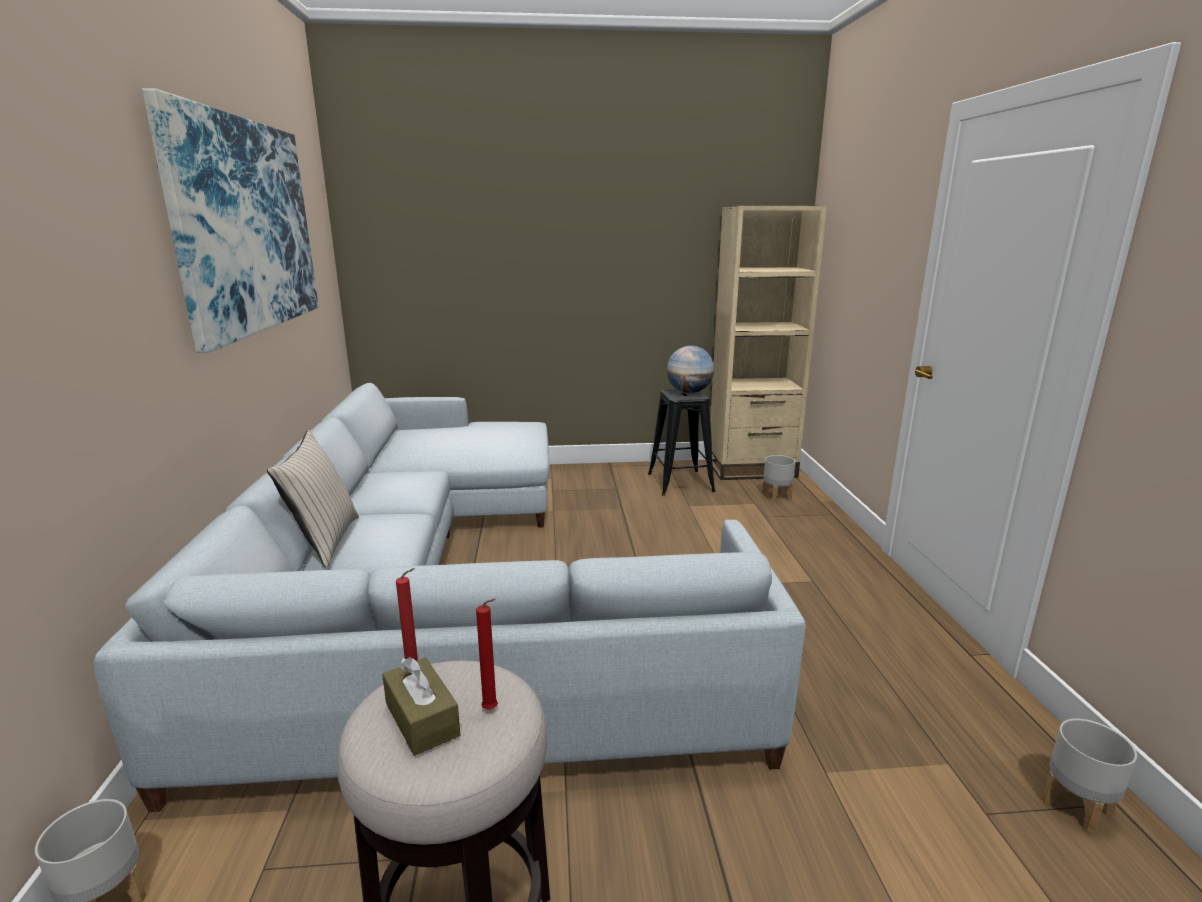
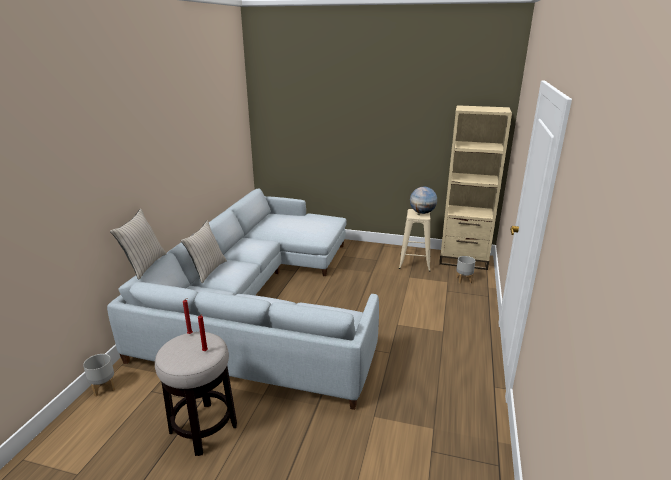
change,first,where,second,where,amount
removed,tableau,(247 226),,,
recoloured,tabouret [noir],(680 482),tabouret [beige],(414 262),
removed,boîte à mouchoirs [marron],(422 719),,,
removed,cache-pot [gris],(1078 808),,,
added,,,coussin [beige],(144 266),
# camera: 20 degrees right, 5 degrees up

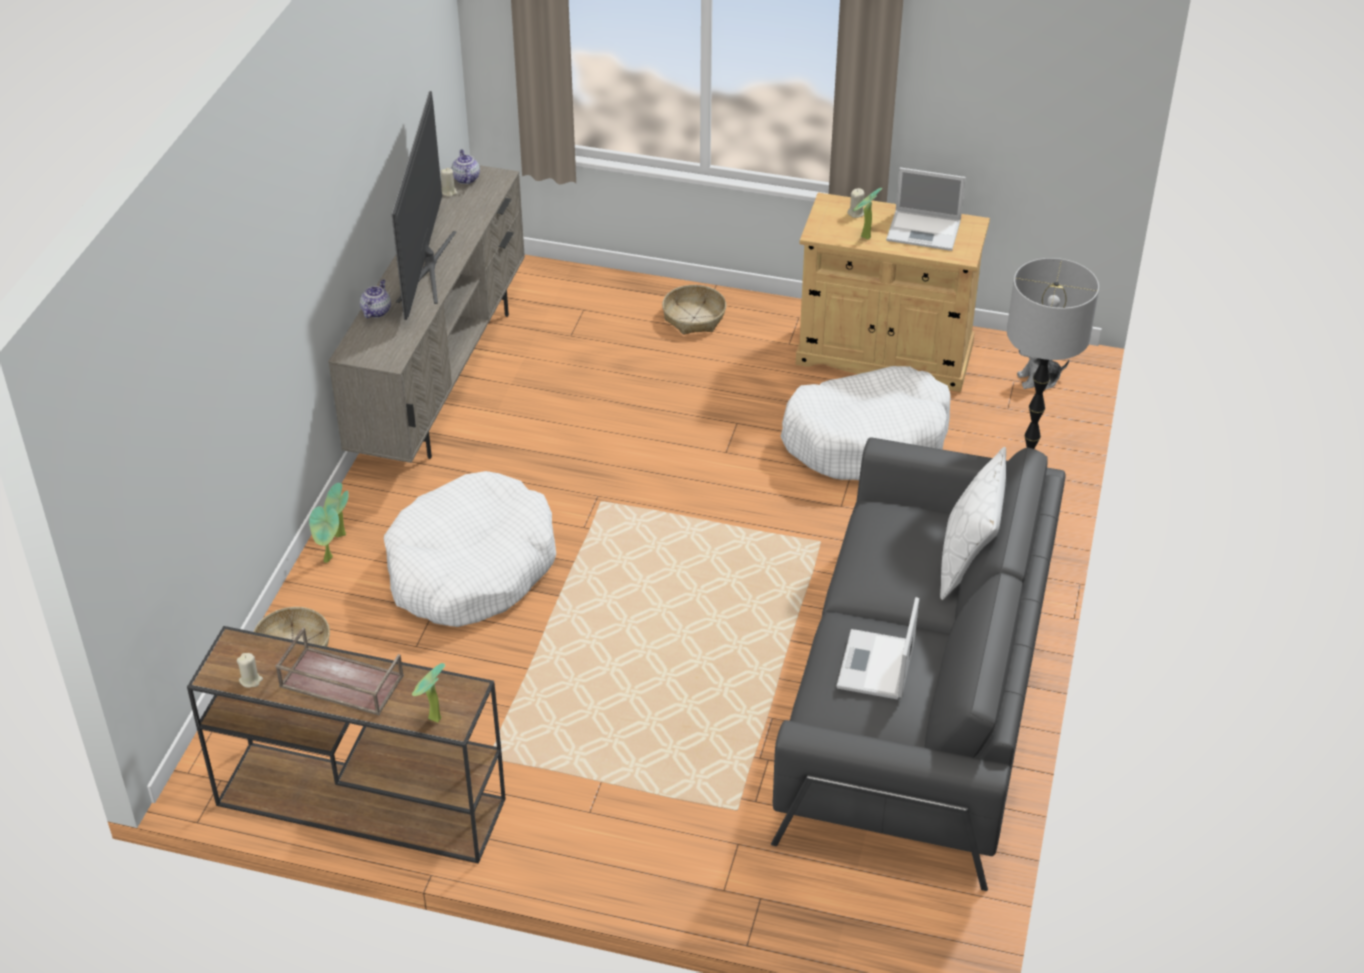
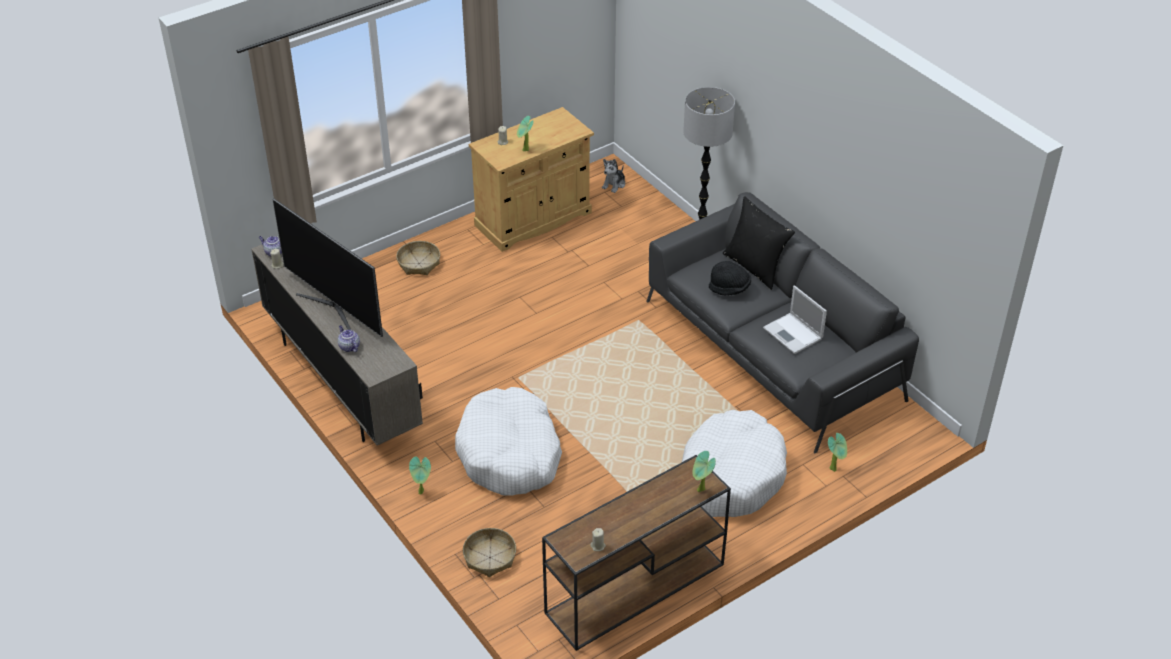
change,first,where,second,where,amount
removed,ordinateur portable,(925 231),,,
moved,panier pour chien [blanc],(867 439),,(730 475),
recoloured,coussin [blanc],(968 561),coussin [noir],(755 267),
moved,plante en pot,(329 560),,(834 469),
removed,plateau [marron],(340 682),,,
added,,,chapeau [noir],(729 288),
# camera: 50 degrees left, 0 degrees up

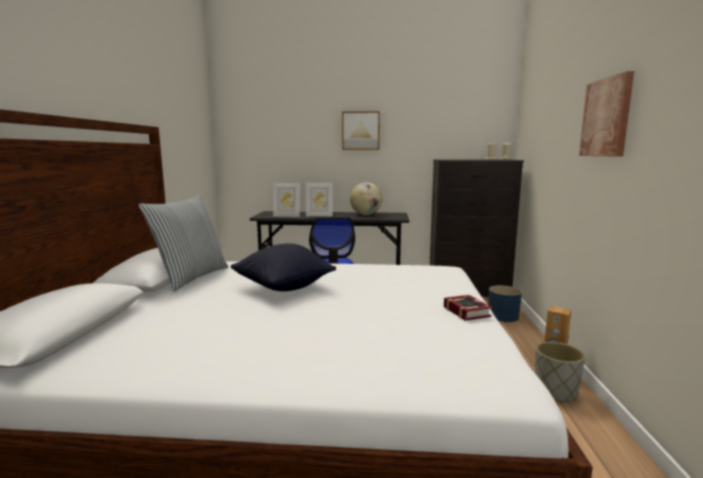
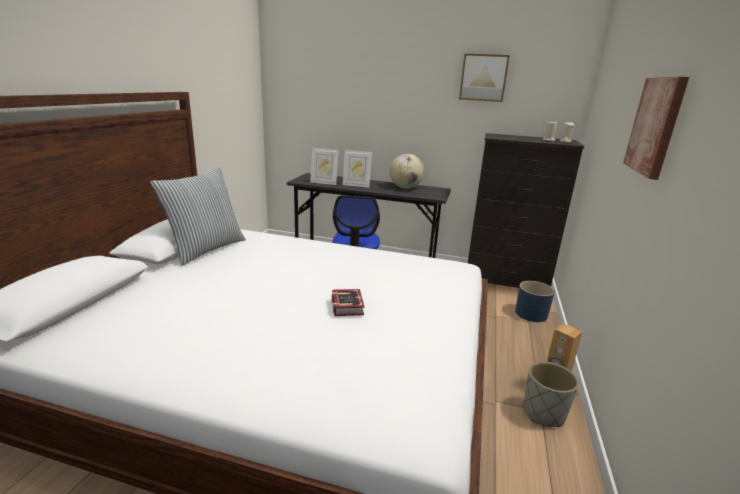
change,first,where,second,where,amount
moved,tableau,(361 131),,(483 78),
removed,coussin [noir],(283 288),,,
moved,livre,(466 311),,(348 305),
# camera: 10 degrees right, 10 degrees up

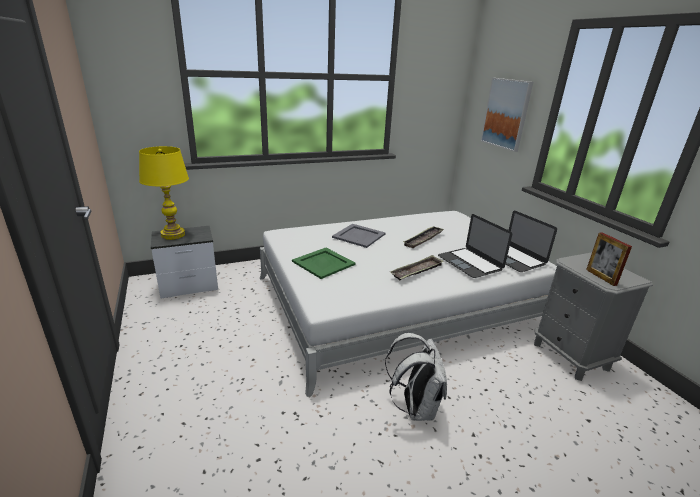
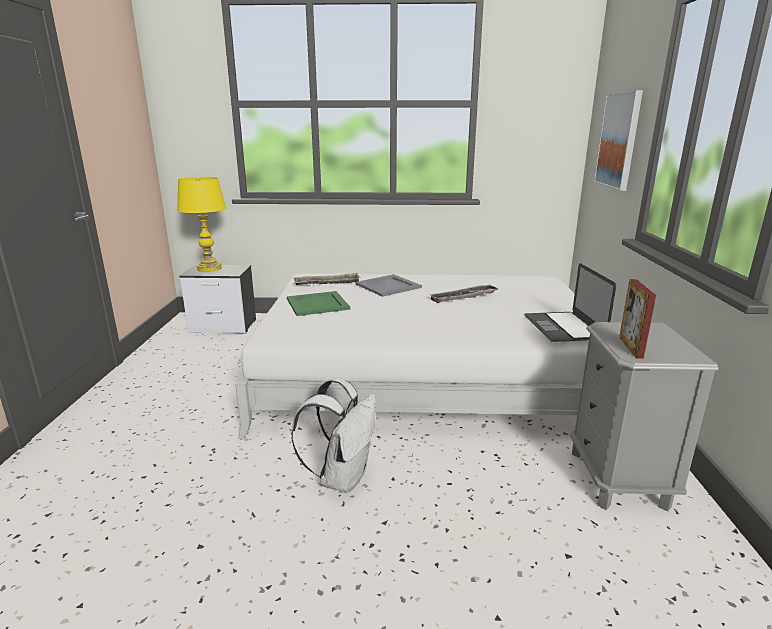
change,first,where,second,where,amount
removed,ordinateur portable,(470 262),,,
moved,plateau,(417 271),,(327 283),
# camera: 25 degrees right, 5 degrees down

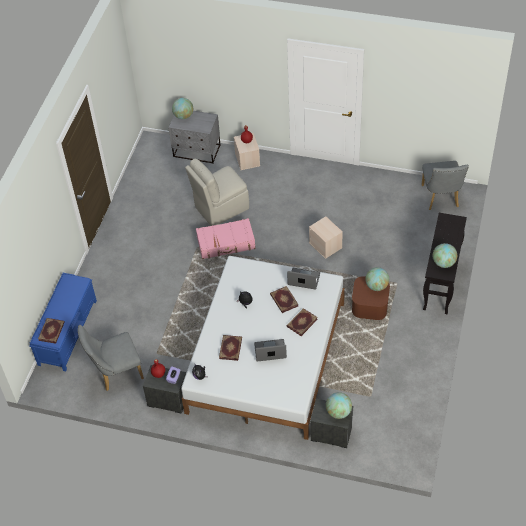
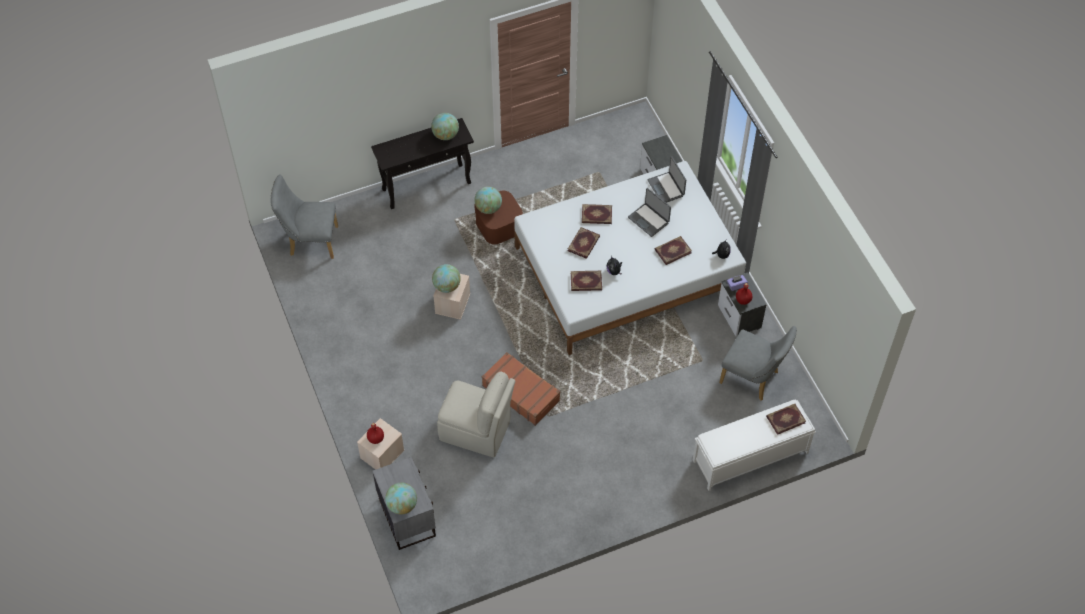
change,first,where,second,where,amount
turned,chaise [gris],(441 198),,(310 241),135 degrees counterclockwise
recoloured,valise [rose],(226 243),valise [marron],(521 392),
moved,ordinateur portable,(303 280),,(666 188),
recoloured,banc [bleu],(68 332),banc [blanc],(749 457),
moved,globe,(338 412),,(446 286),
added,,,livre,(586 282),
# camera: 130 degrees left, 5 degrees up

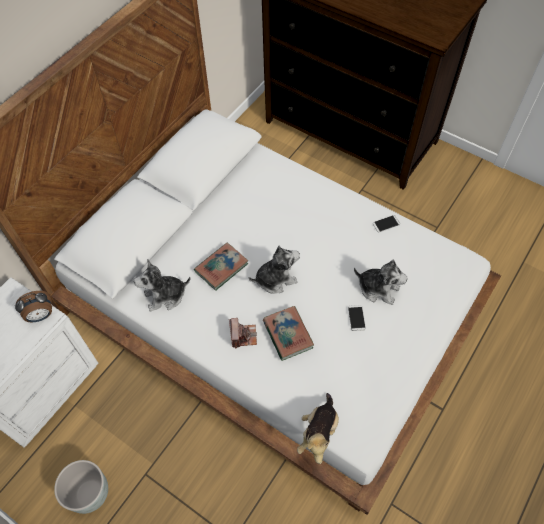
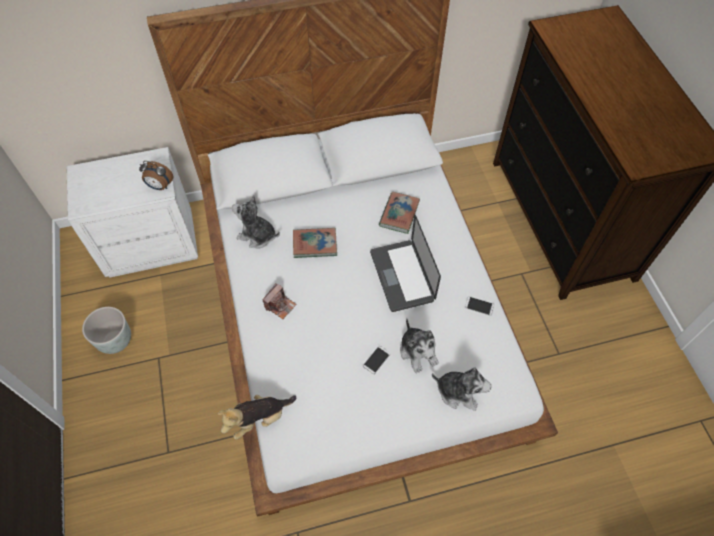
change,first,where,second,where,amount
moved,peluche,(275 279),,(459 392),
moved,livre,(287 334),,(399 214),
added,,,ordinateur portable,(402 276),
# camera: 40 degrees right, 0 degrees up

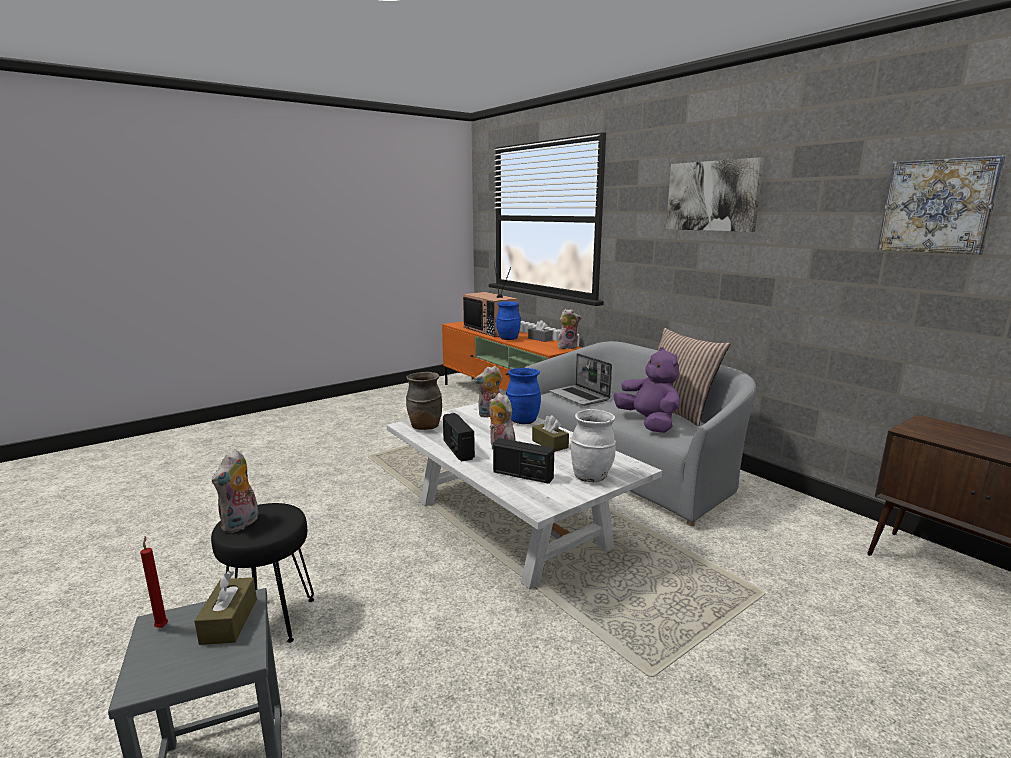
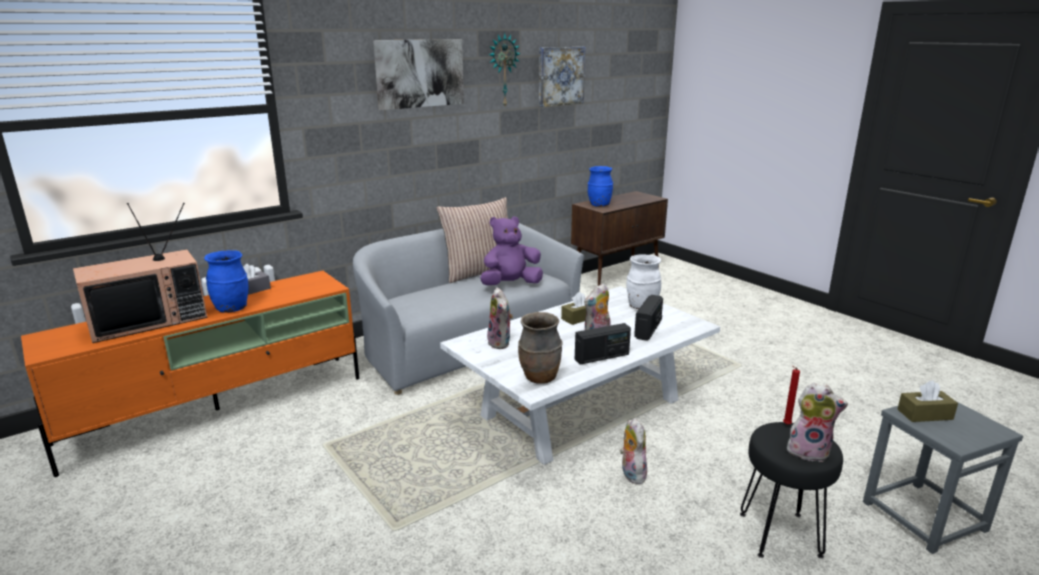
change,first,where,second,where,amount
moved,peluche,(567 347),,(631 473),
removed,ordinateur portable,(580 396),,,
moved,vase [bleu],(522 421),,(599 205),
moved,bougie [rouge],(162 626),,(785 425),
added,,,horloge murale,(503 70),
# camera: 90 degrees left, 5 degrees up

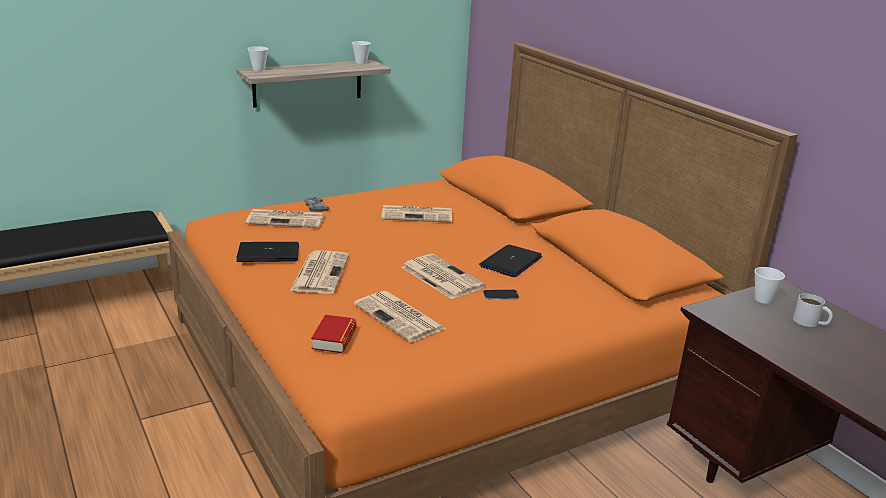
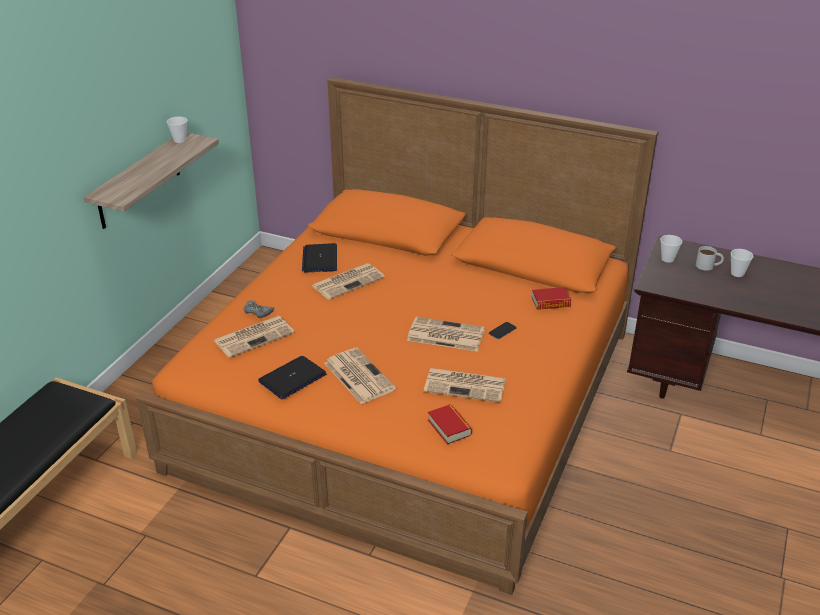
change,first,where,second,where,amount
moved,tasse,(258 69),,(737 273),
moved,ordinateur portable,(511 262),,(320 259),
added,,,livre,(550 302),
# camera: 35 degrees left, 10 degrees up

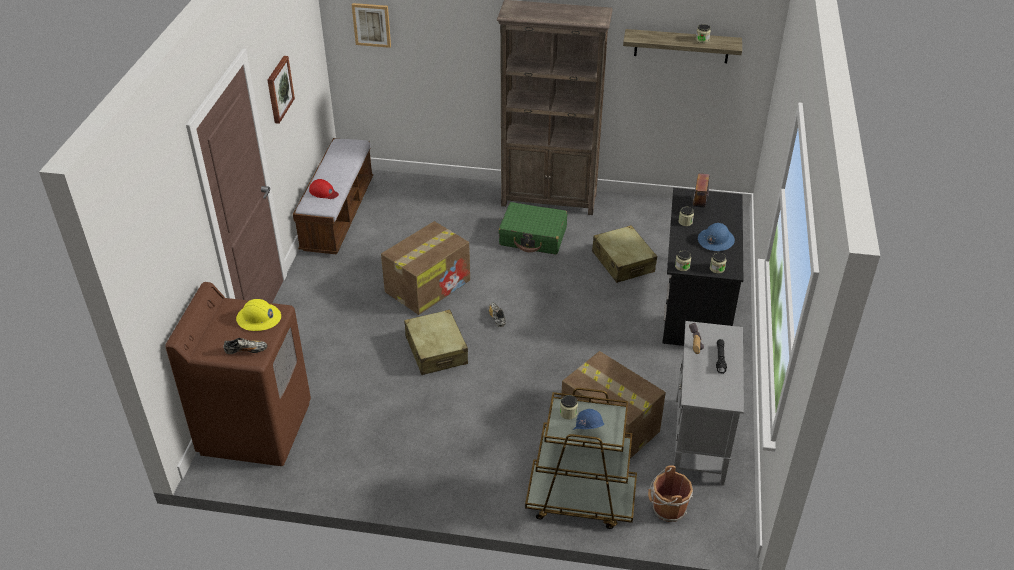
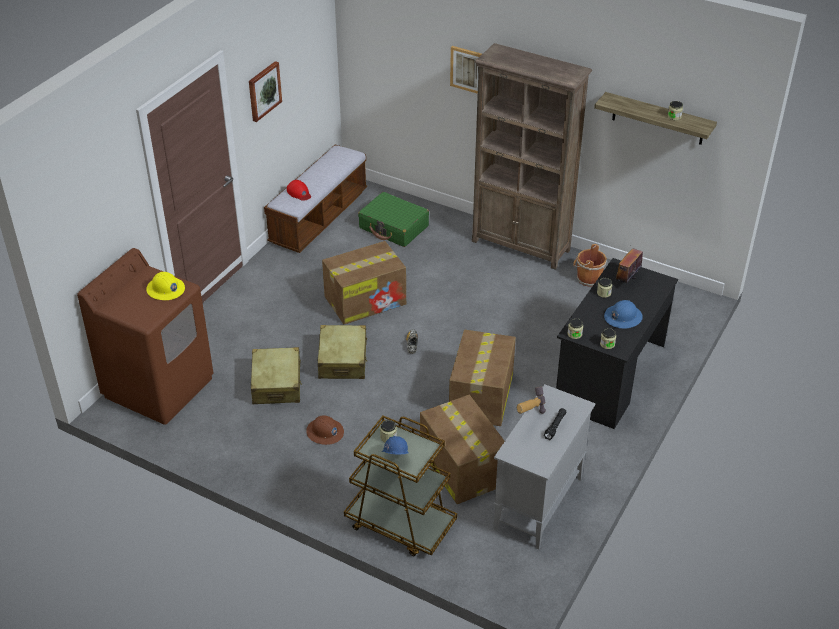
change,first,where,second,where,amount
moved,tableau,(372 24),,(467 69),
moved,valise [vert],(533 237),,(394 227),
moved,valise [beige],(623 262),,(277 384),
removed,chaussure,(246 351),,,
moved,seau [marron],(667 509),,(588 279),
added,,,carton,(481 397),
added,,,casque de chantier [marron],(325 432),
# camera: 20 degrees right, 0 degrees up

